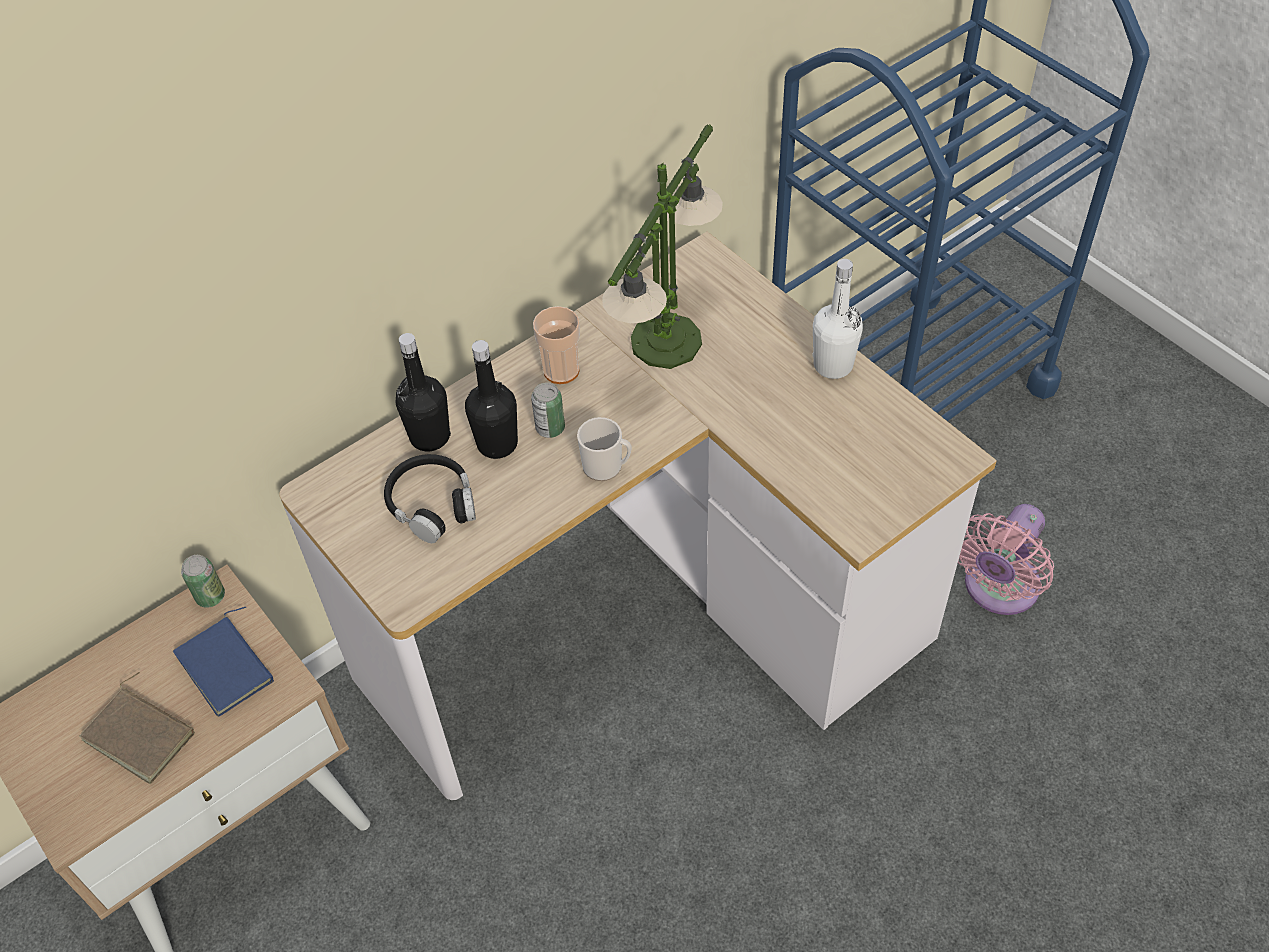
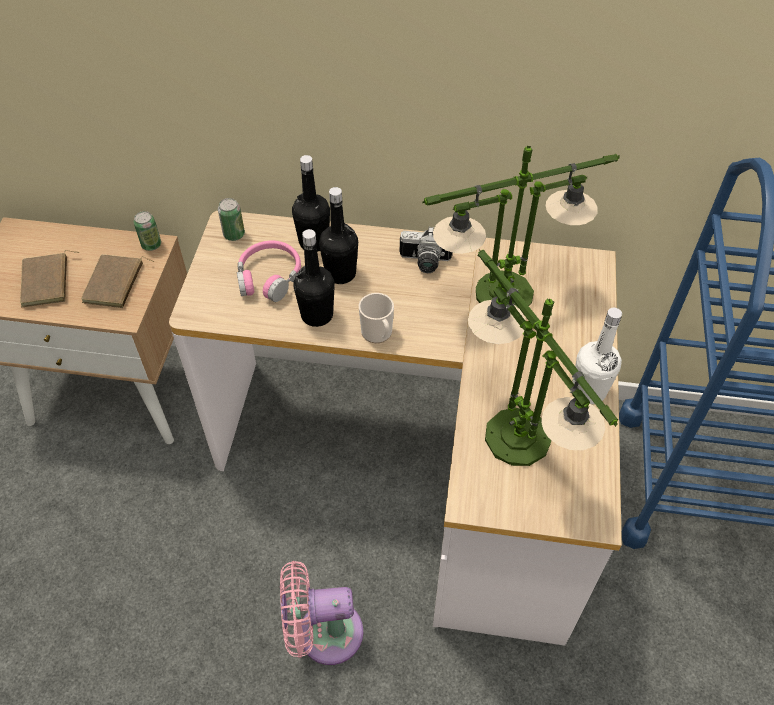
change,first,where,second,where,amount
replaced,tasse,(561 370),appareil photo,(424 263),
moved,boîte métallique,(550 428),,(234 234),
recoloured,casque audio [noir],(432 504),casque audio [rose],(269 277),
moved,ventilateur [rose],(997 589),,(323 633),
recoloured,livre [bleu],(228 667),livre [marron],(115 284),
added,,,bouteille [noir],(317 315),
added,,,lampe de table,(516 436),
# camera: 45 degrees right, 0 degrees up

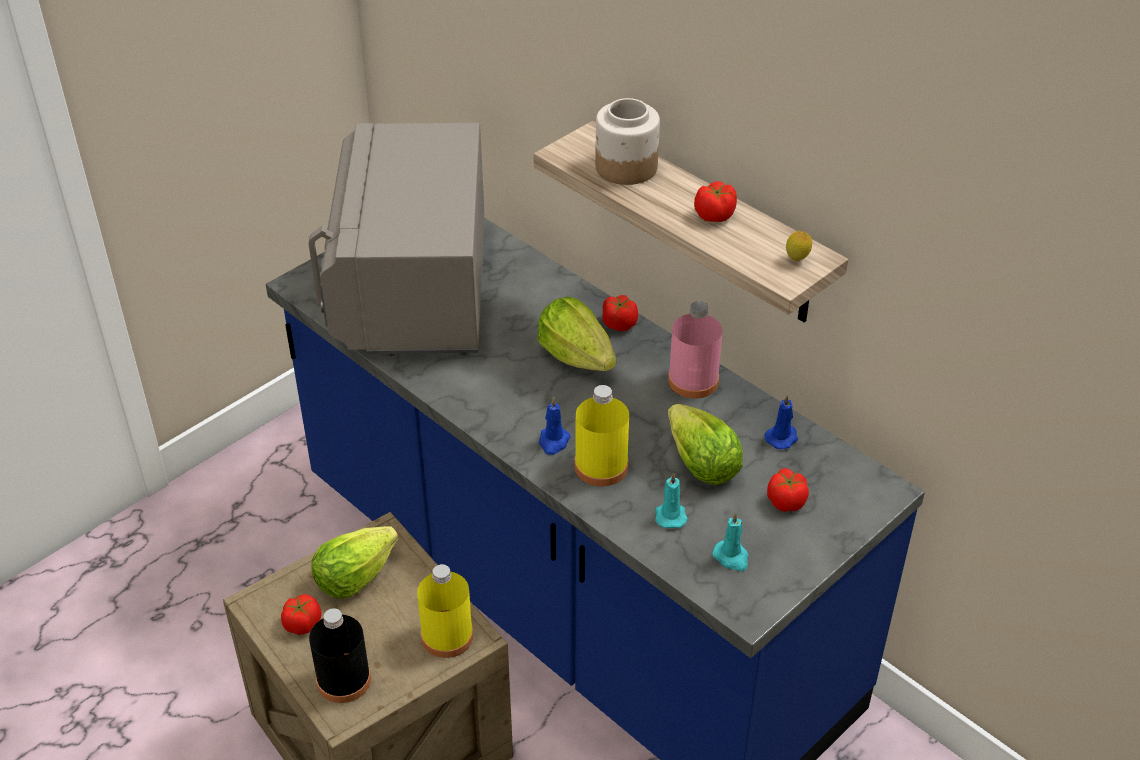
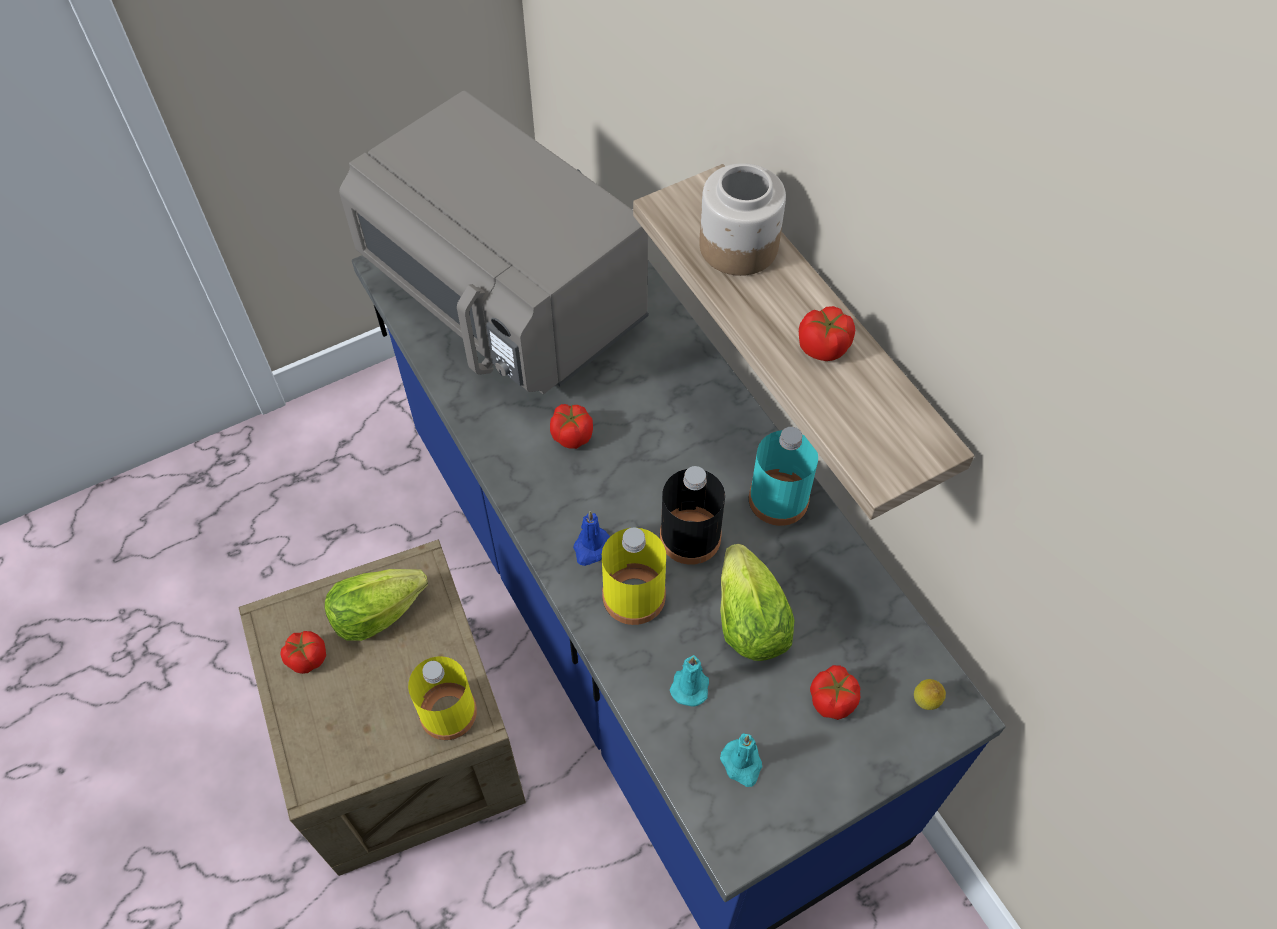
change,first,where,second,where,amount
turned,micro-ondes [gris],(411 289),,(503 301),60 degrees counterclockwise
moved,citron,(797 260),,(925 702),
moved,tomate,(619 324),,(572 435),
removed,laitue,(576 356),,,
recoloured,bouteille [rose],(693 381),bouteille [turquoise],(778 499),
removed,bougie [bleu],(782 437),,,
moved,bouteille [noir],(344 680),,(690 537),
# camera: 15 degrees right, 15 degrees up

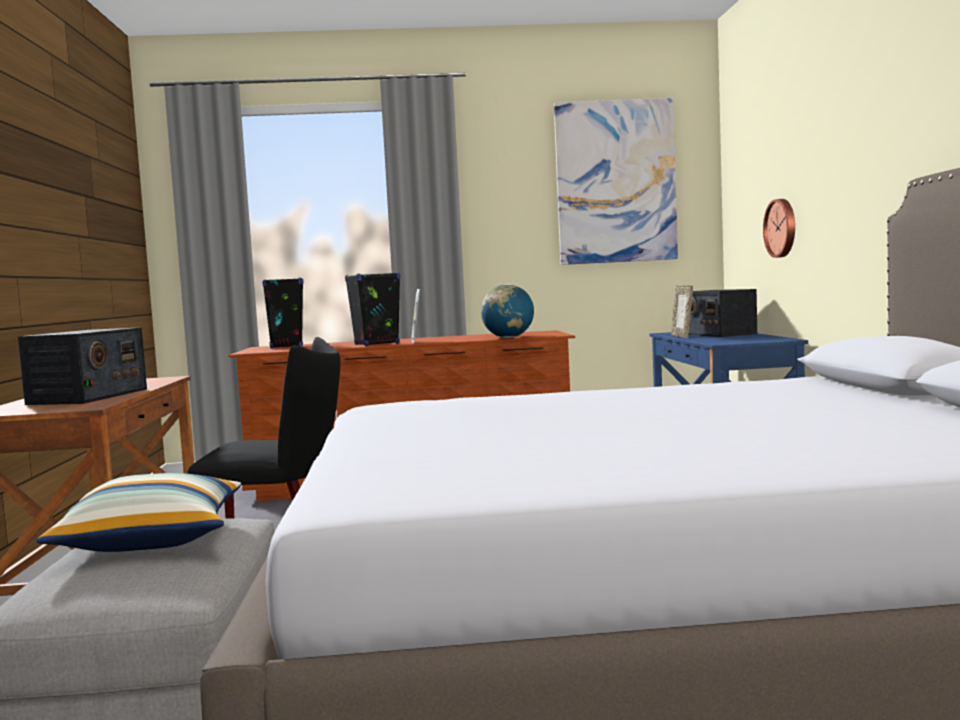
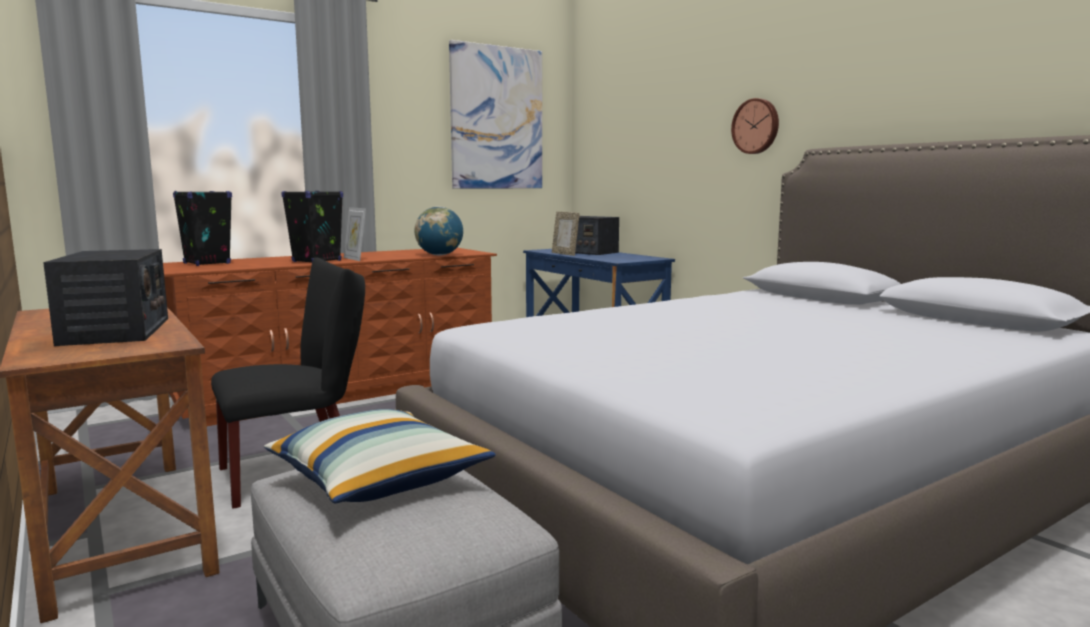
change,first,where,second,where,amount
moved,horloge murale,(782 228),,(756 126),
# camera: 30 degrees left, 5 degrees up

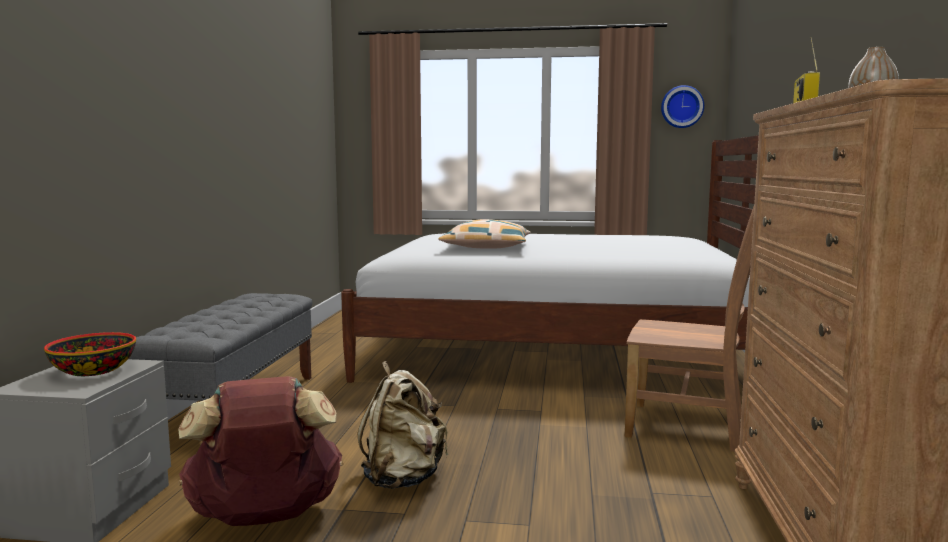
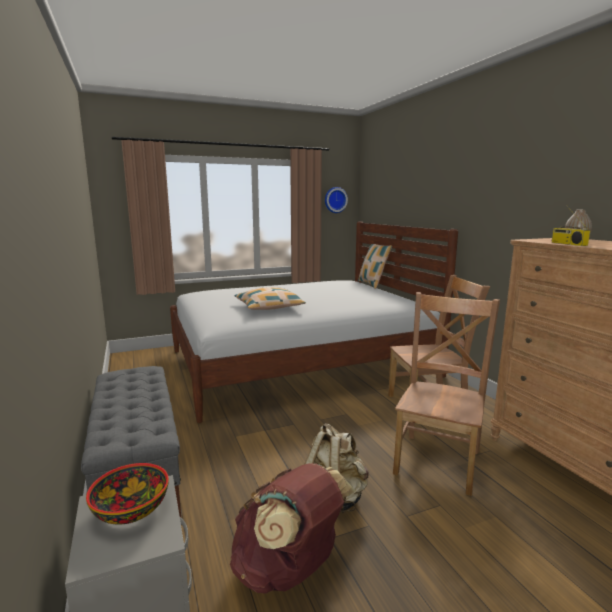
change,first,where,second,where,amount
added,,,coussin,(372 284),
added,,,chaise [marron],(438 459),
# camera: 30 degrees left, 5 degrees up

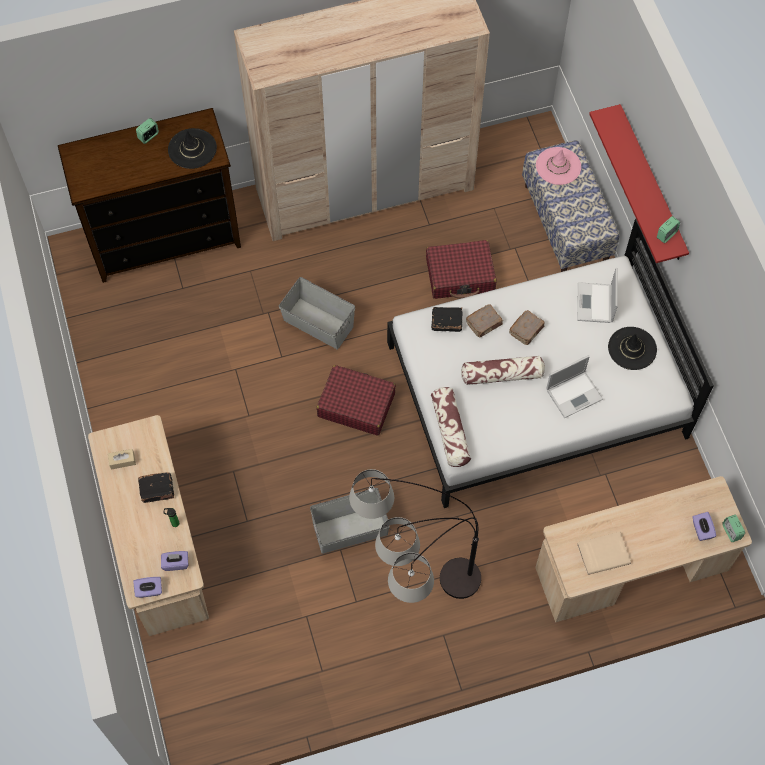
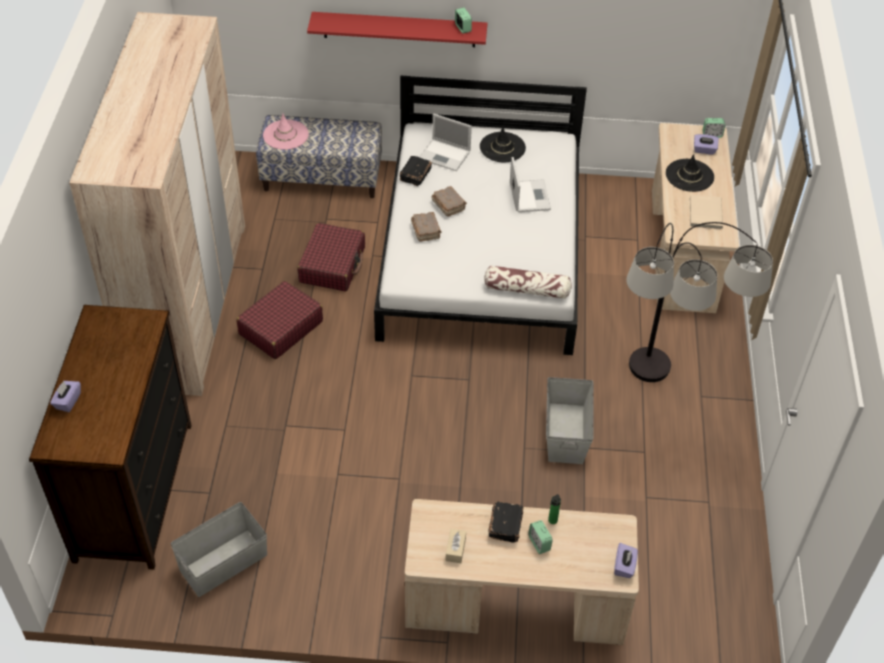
change,first,where,second,where,amount
moved,réveil,(148 136),,(539 543),
moved,chapeau [noir],(192 149),,(689 175),
moved,boîte de rangement [gris],(318 323),,(223 562),
moved,livre [noir],(446 322),,(415 175),
removed,coussin,(502 375),,,
moved,valise [rouge],(356 405),,(280 328),
moved,boîte à mouchoirs [violet],(176 563),,(67 401),
# camera: 70 degrees left, 15 degrees down

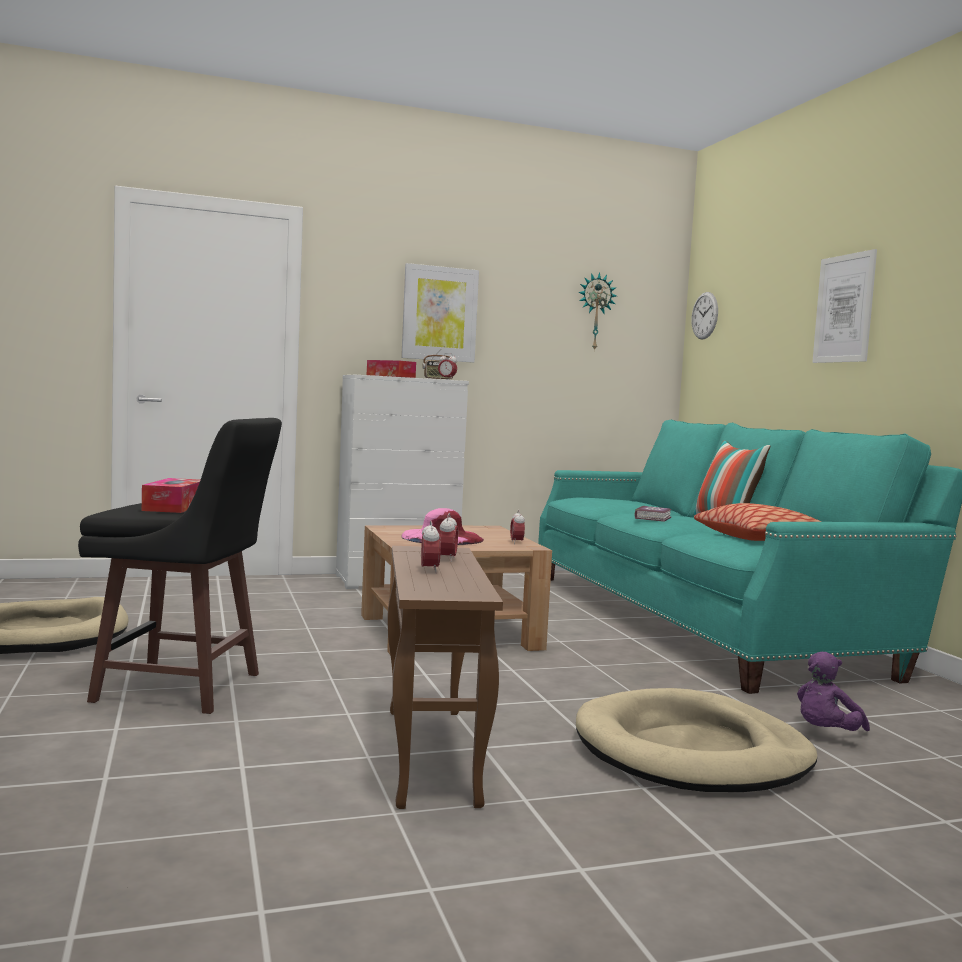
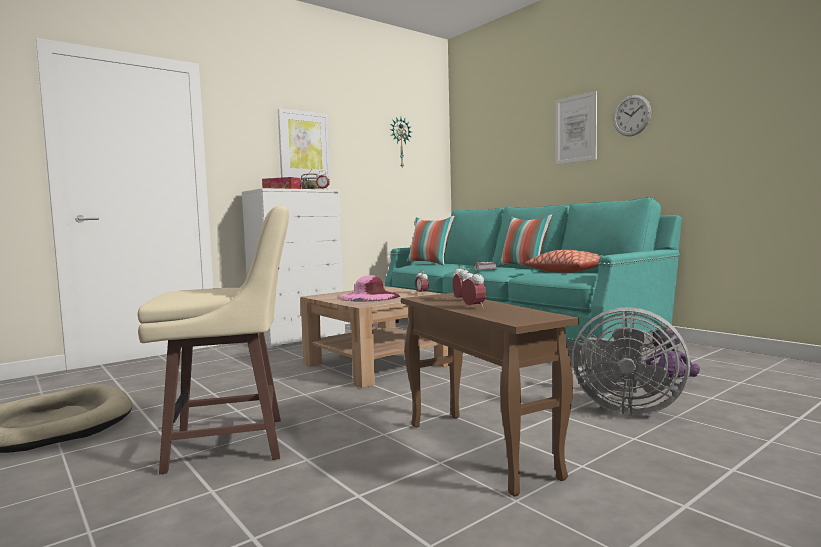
change,first,where,second,where,amount
moved,horloge murale,(704 315),,(631 115),
recoloured,tabouret [noir],(182 689),tabouret [beige],(231 444),
removed,boîte à mouchoirs,(174 507),,,
replaced,panier pour chien [beige],(692 751),ventilateur [gris],(624 409),
added,,,coussin,(430 263),
# camera: 20 degrees left, 0 degrees up

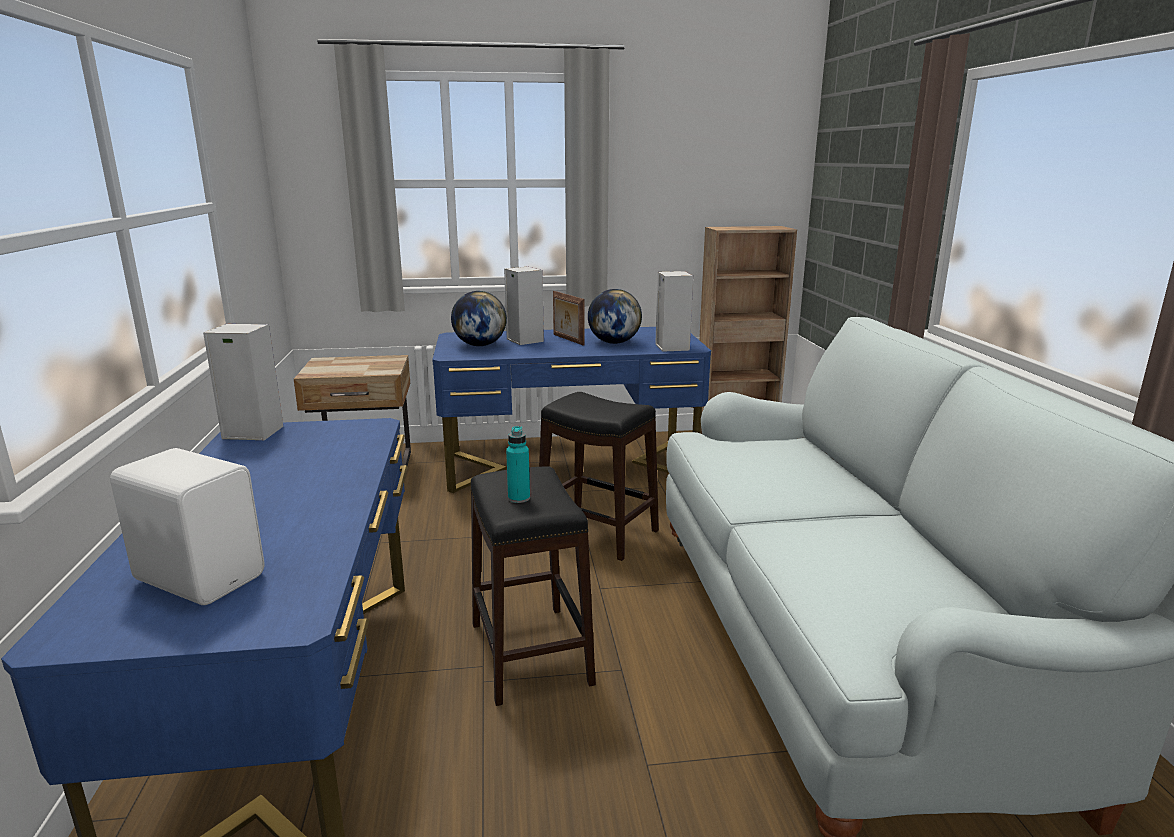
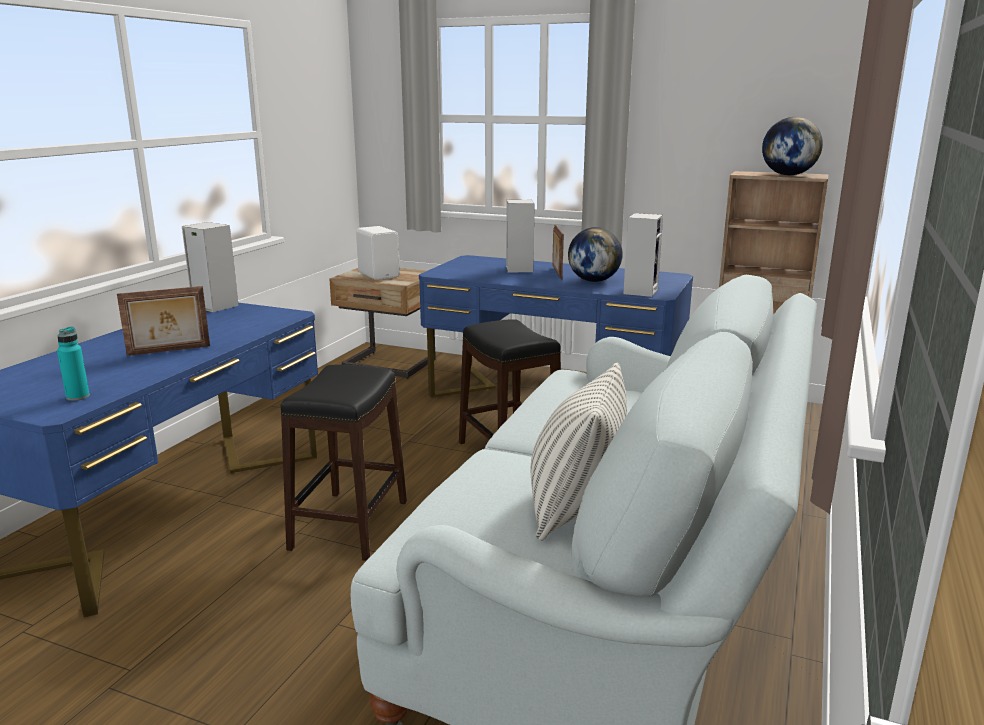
change,first,where,second,where,amount
moved,globe,(480 345),,(788 175),
moved,bouteille [turquoise],(519 498),,(78 397),
moved,enceinte [blanc],(202 576),,(379 275),
added,,,cadre photo,(169 351),
added,,,coussin,(575 507),
# camera: 30 degrees right, 0 degrees up

